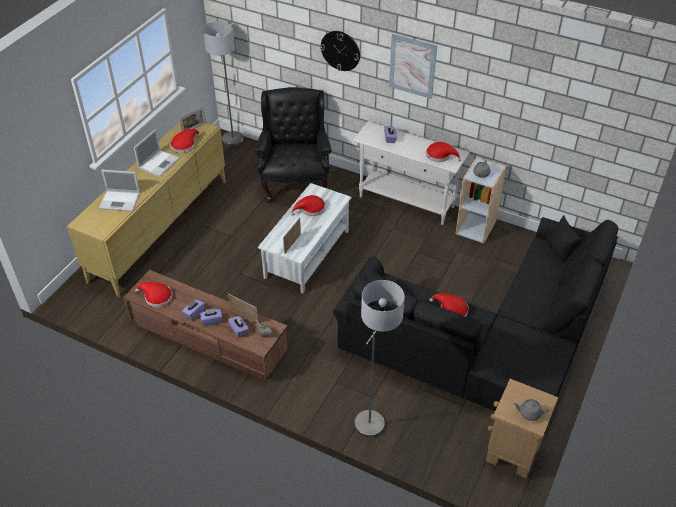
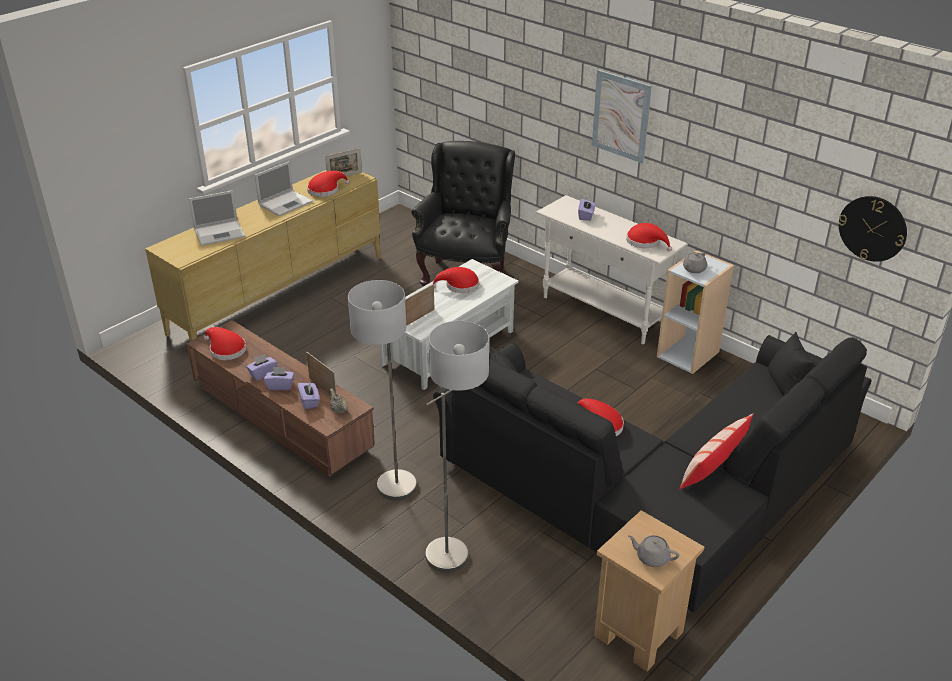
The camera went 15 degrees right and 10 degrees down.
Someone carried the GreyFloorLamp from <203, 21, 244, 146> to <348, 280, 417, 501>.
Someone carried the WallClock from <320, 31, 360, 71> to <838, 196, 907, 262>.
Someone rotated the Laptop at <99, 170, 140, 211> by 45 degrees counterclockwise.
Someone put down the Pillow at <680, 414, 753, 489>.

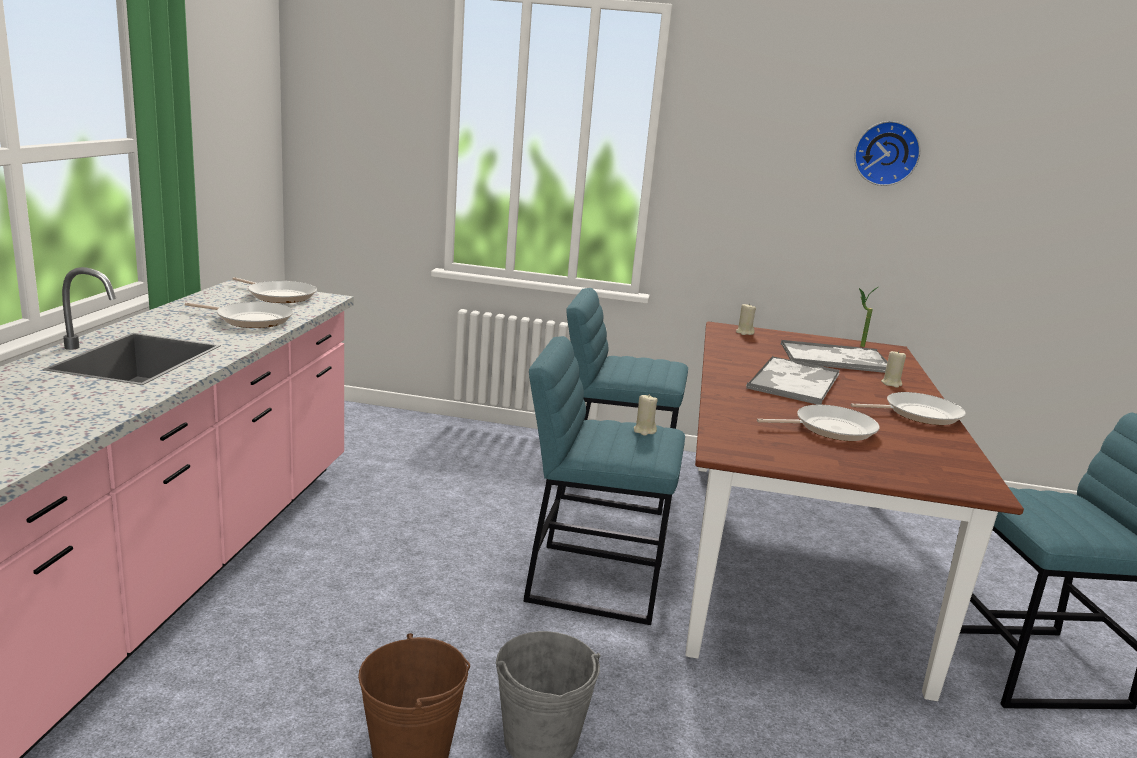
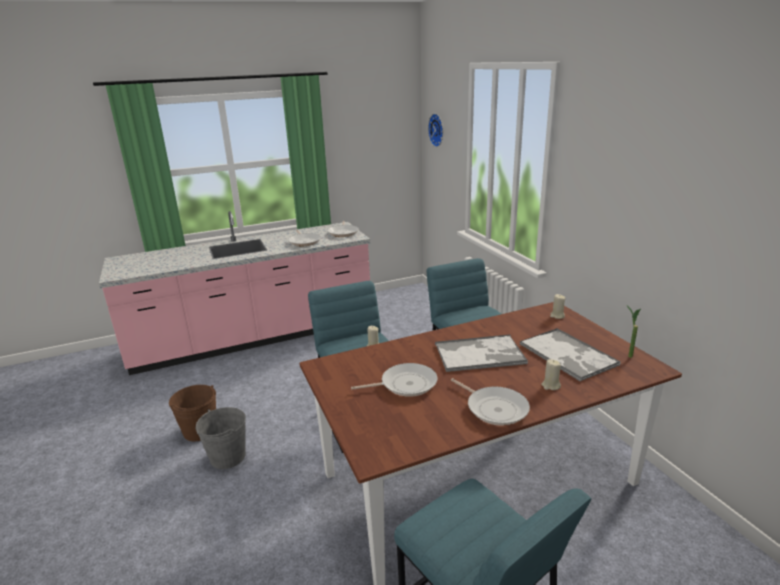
The camera went 60 degrees right and 5 degrees up.
Someone carried the WallClock from <854, 121, 921, 186> to <428, 114, 443, 147>.
Someone rotated the FryingPan at <757, 405, 879, 441> by 60 degrees counterclockwise.

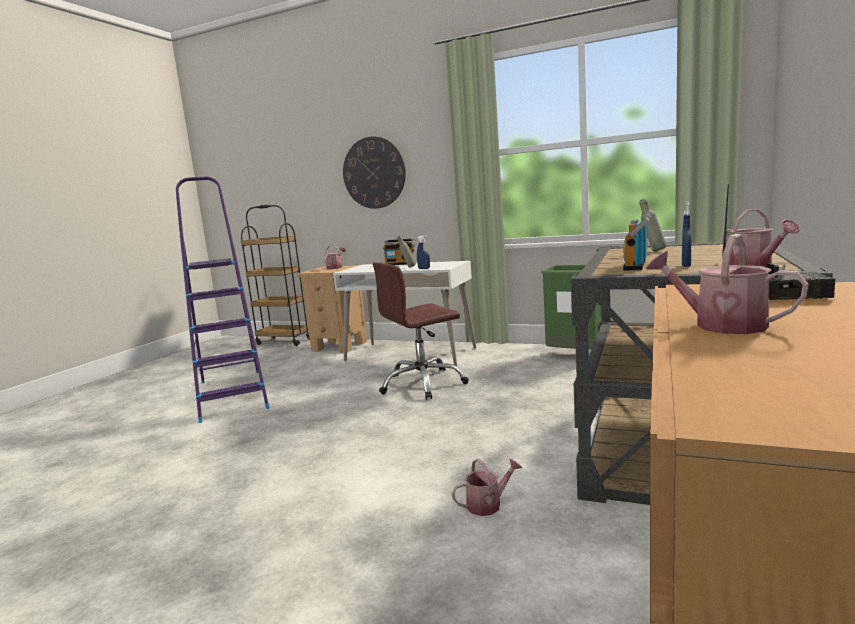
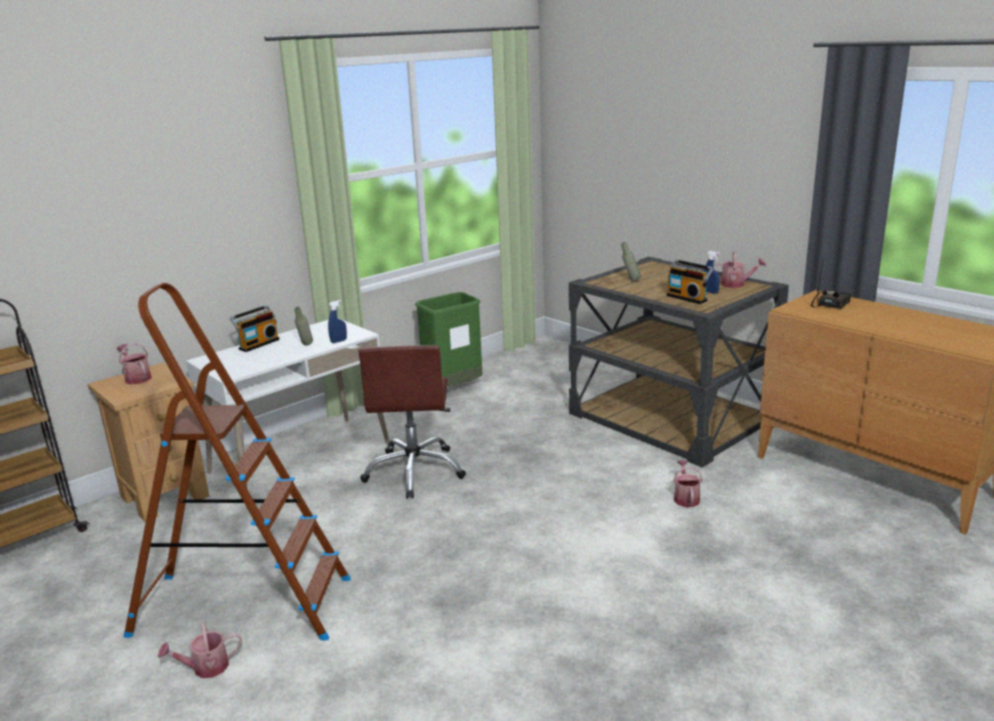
The camera went 65 degrees left and 10 degrees up.
Someone took away the WallClock at <343, 137, 406, 209>.
Someone repainted the PurpleStepLadder at <176, 177, 269, 423>, which became the BrownStepLadder at <124, 283, 351, 640>.
Someone carried the WateringCan from <646, 234, 808, 334> to <158, 623, 242, 678>.

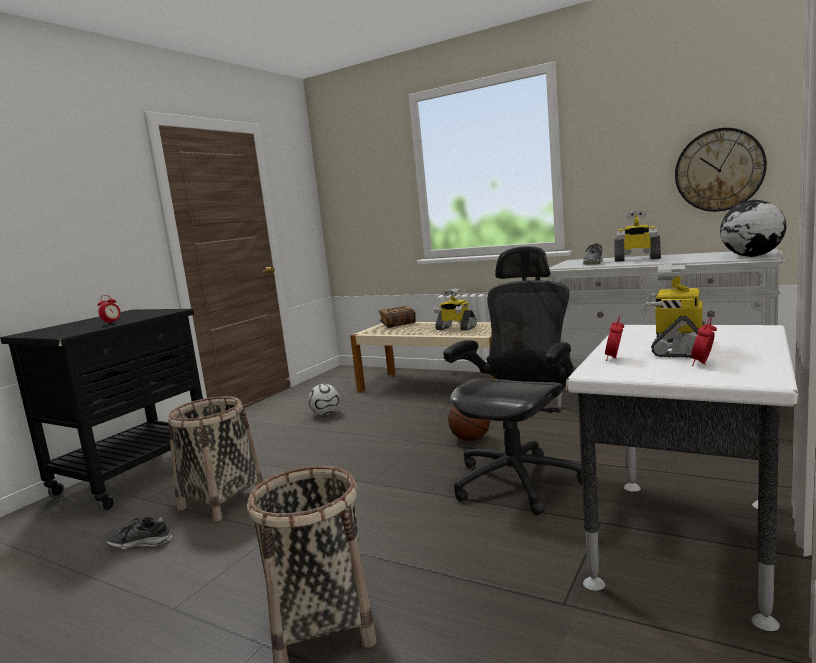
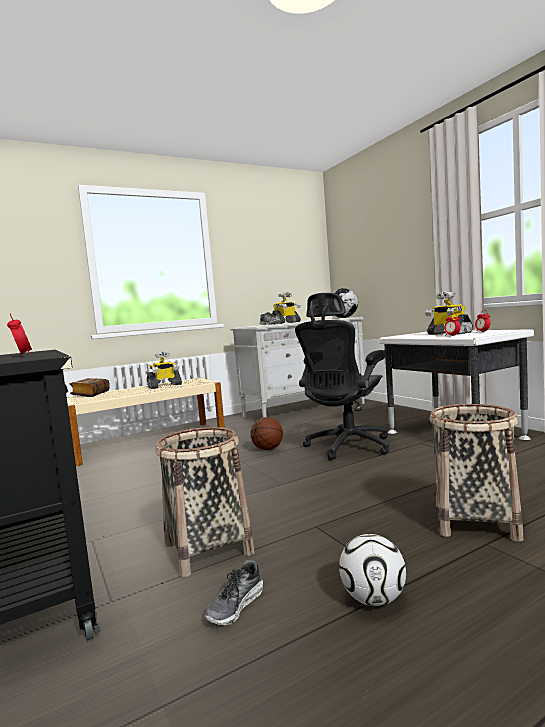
The camera went 60 degrees left and 5 degrees down.
Someone took away the WallClock at <675, 128, 767, 212>.
Someone rotated the OfficeChair at <444, 246, 582, 515> by 120 degrees counterclockwise.
Someone carried the Football from <308, 384, 340, 415> to <339, 534, 406, 606>.

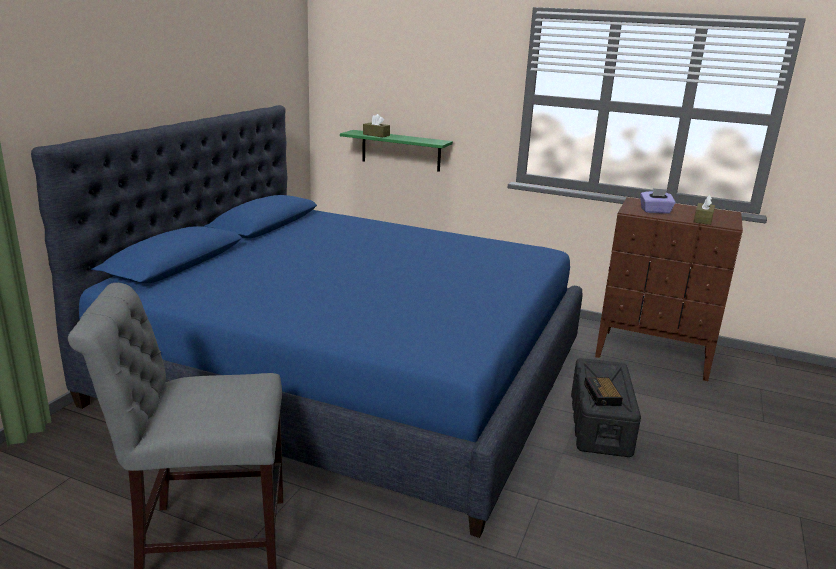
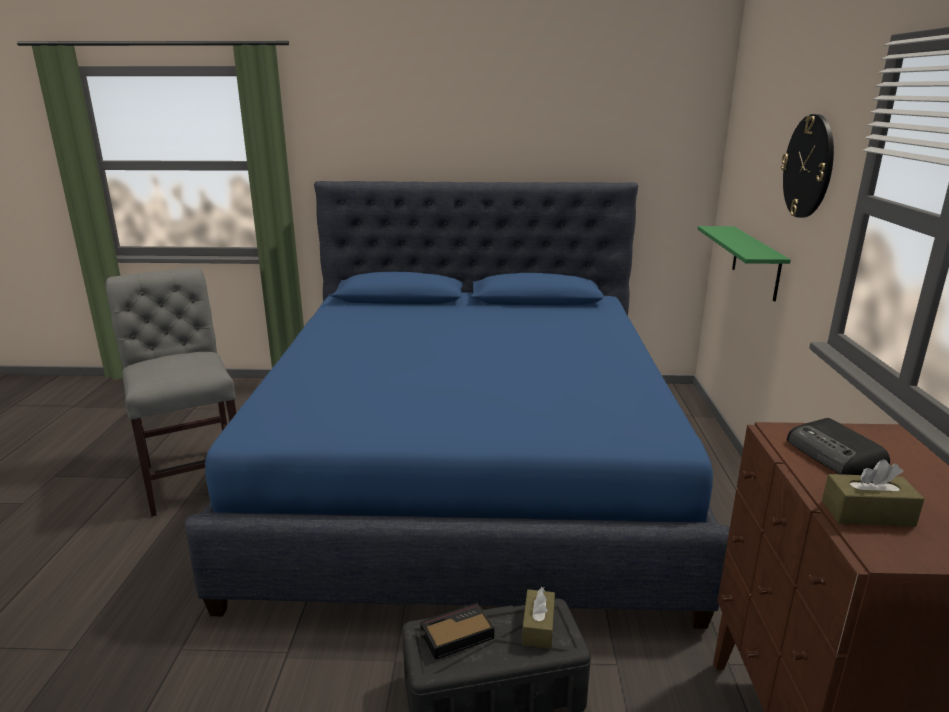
The camera went 70 degrees right and 0 degrees up.
Someone carried the BrownTissueBox from <363, 114, 390, 137> to <522, 587, 555, 649>.
Someone swapped the PurpleTissueBox at <640, 188, 676, 214> for the Radio at <787, 418, 890, 475>.
Someone put up the WallClock at <781, 114, 834, 218>.

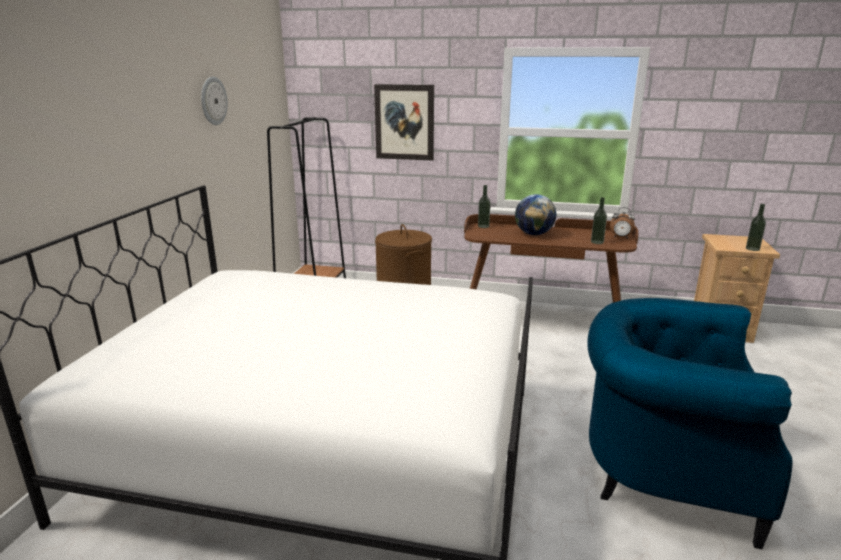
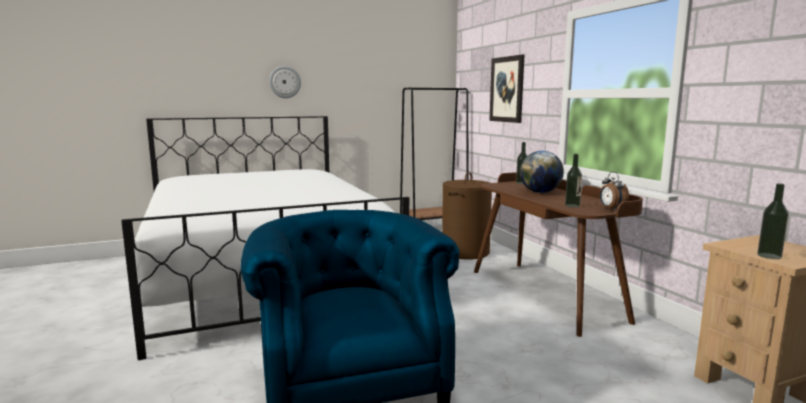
The camera went 55 degrees right and 10 degrees down.
Someone carried the WallClock from <201, 77, 228, 125> to <269, 66, 301, 98>.

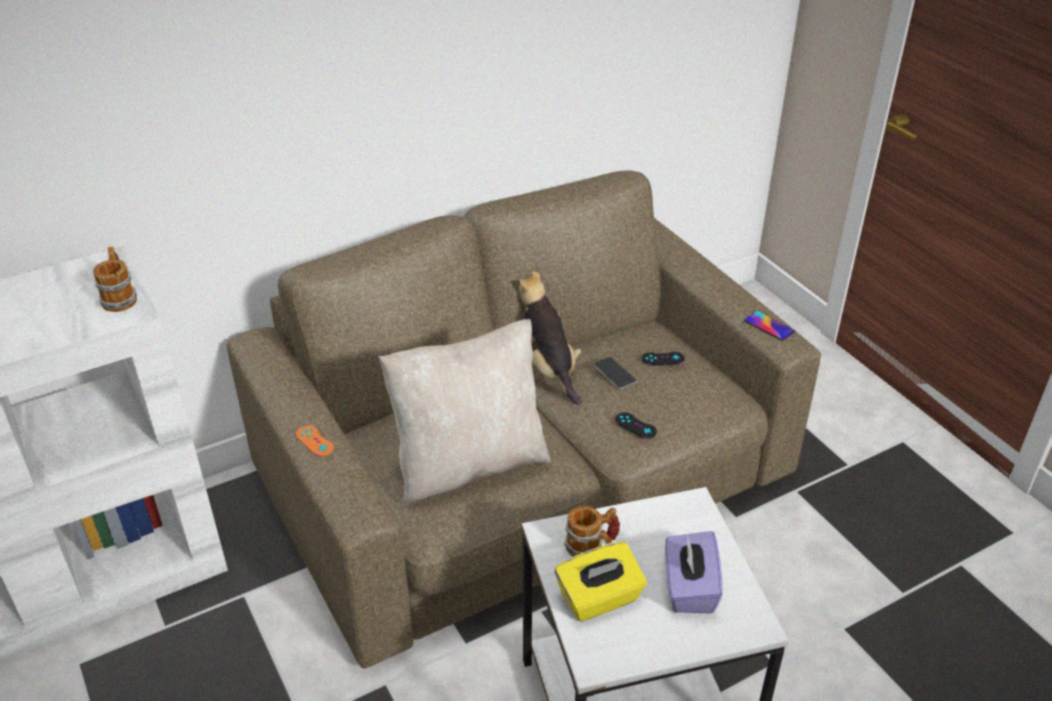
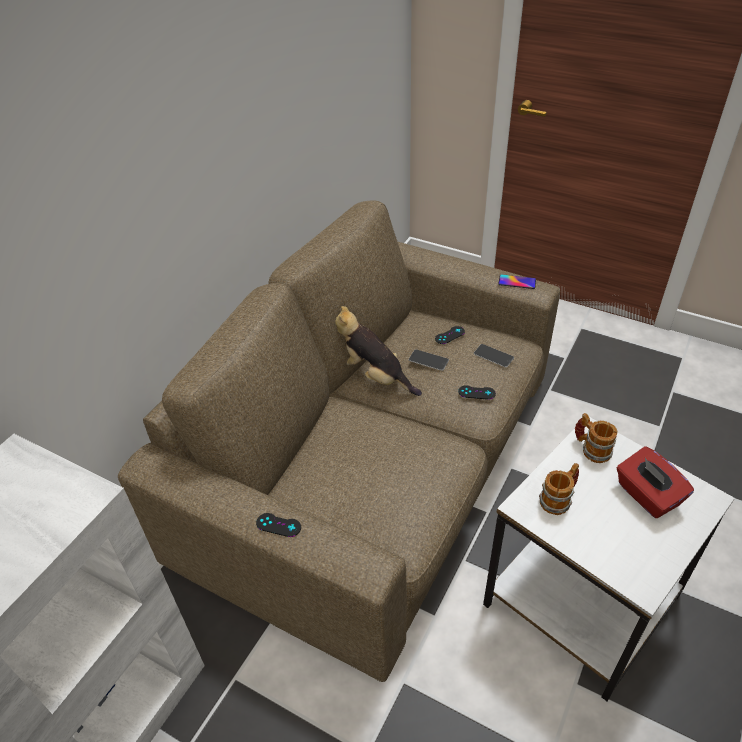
The camera went 30 degrees left and 5 degrees up.
Someone carried the Mug from <93, 247, 137, 312> to <575, 413, 618, 463>.
Someone took away the BeigePillow at <379, 319, 551, 503>.
Someone repainted the OrangeGameController at <296, 426, 334, 456>, which became the BlackGameController at <256, 513, 301, 537>.
Someone repainted the PurpleTissueBox at <665, 531, 723, 613>, which became the RedTissueBox at <617, 446, 694, 518>.
Someone took away the YellowTissueBox at <555, 542, 647, 622>.
Someone put down the Phone at <474, 344, 514, 367>.

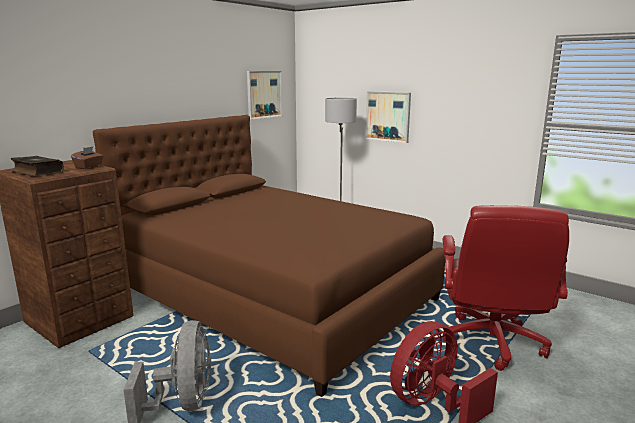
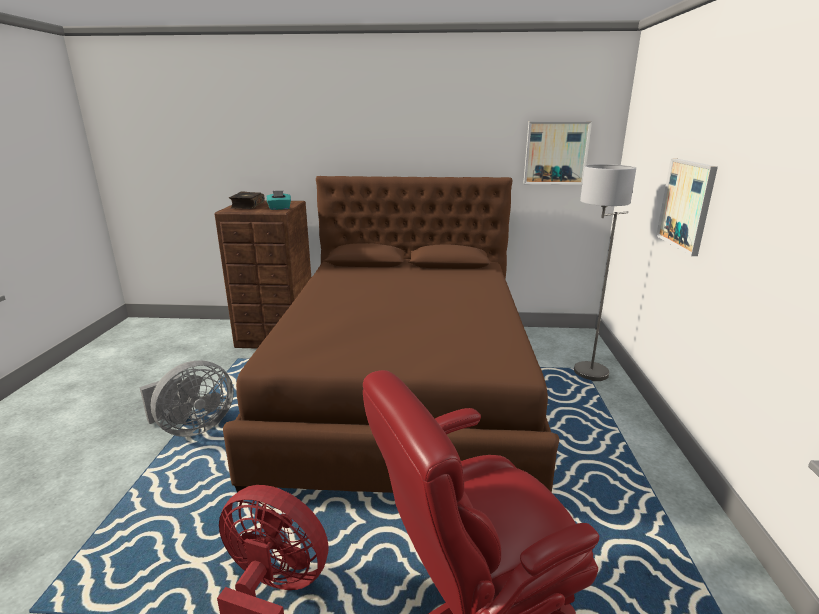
The camera went 55 degrees right and 5 degrees up.
Someone repainted the BrownTissueBox at <71, 147, 103, 169>, which became the TurquoiseTissueBox at <267, 191, 291, 210>.

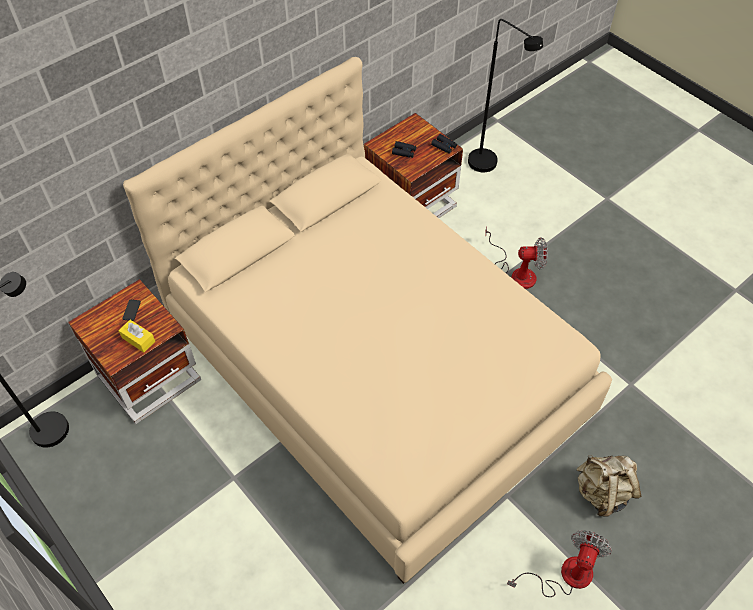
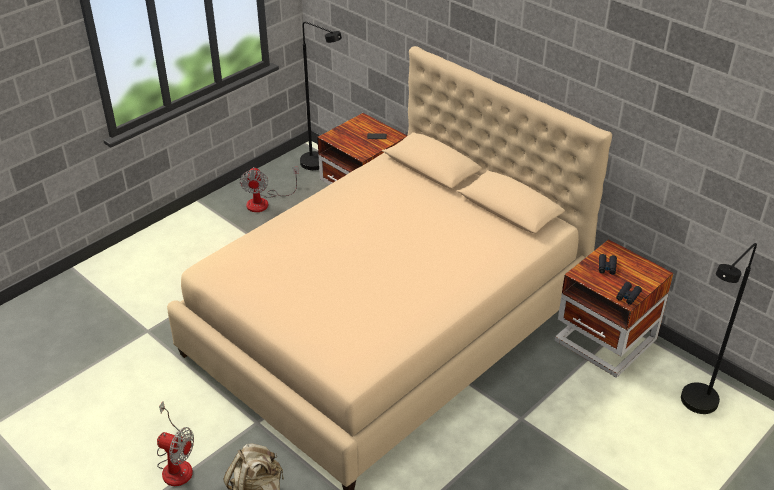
The camera went 85 degrees right and 15 degrees down.
Someone carried the Fan from <485, 226, 548, 289> to <239, 167, 299, 212>.
Someone took away the YellowTissueBox at <119, 320, 155, 352>.

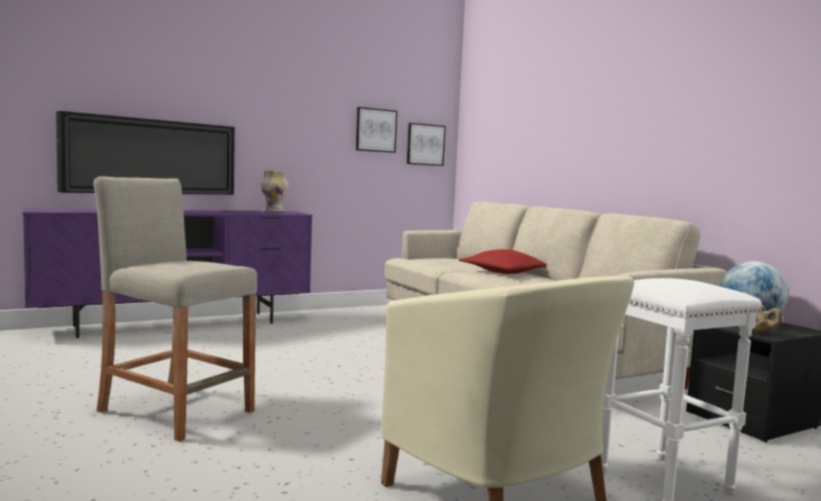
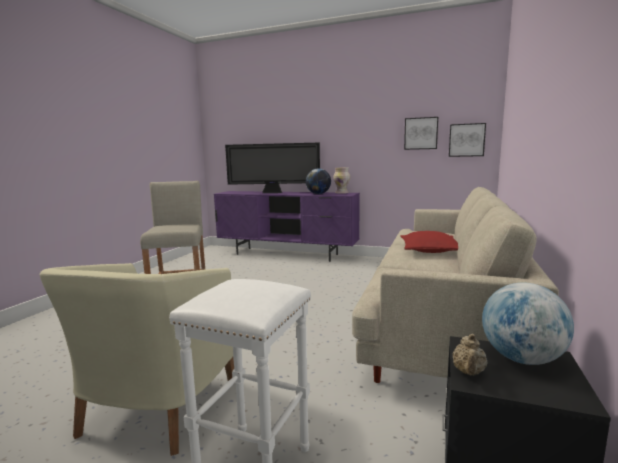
The camera went 50 degrees right and 5 degrees up.
Someone put down the Globe at <306, 168, 331, 194>.

